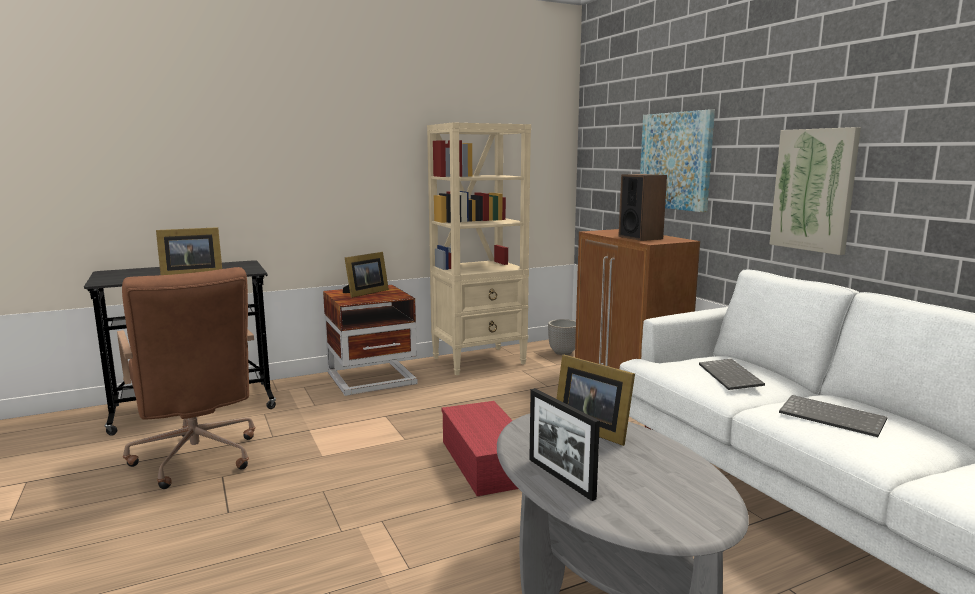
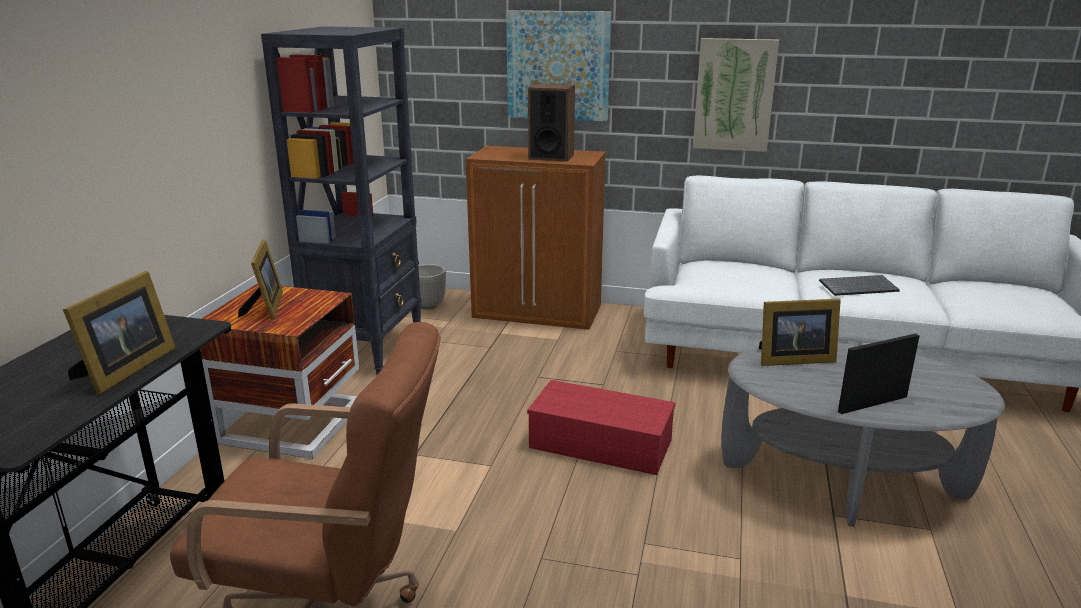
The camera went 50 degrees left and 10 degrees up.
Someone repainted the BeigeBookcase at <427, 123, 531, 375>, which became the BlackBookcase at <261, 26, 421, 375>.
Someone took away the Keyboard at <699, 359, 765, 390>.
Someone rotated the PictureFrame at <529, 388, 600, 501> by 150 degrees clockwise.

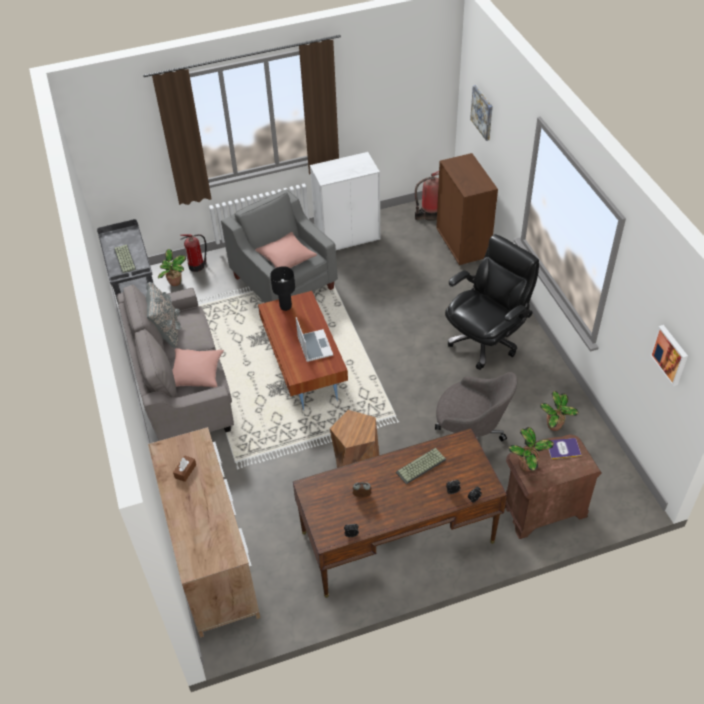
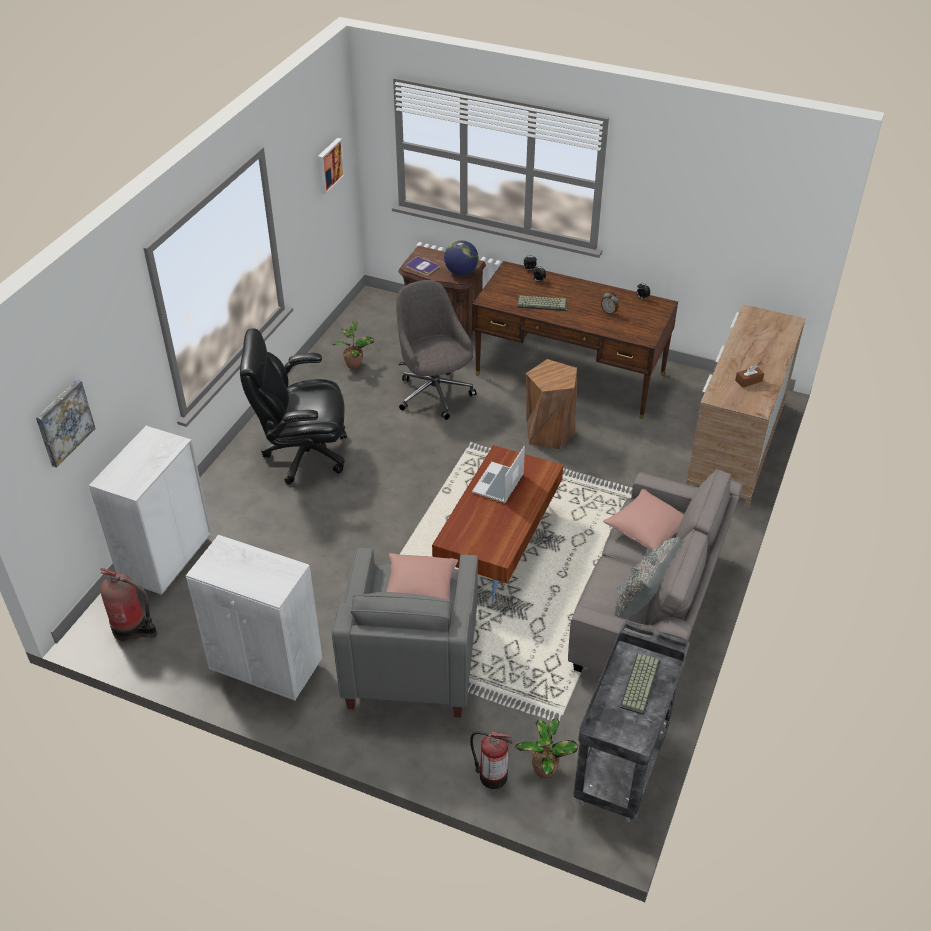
The camera went 140 degrees left and 5 degrees down.
Someone repainted the BrownCabinet at <436, 153, 498, 265>, which became the WhiteCabinet at <89, 426, 212, 595>.
Someone took away the BlackTableLamp at <270, 266, 295, 311>.
Someone swapped the PottedPlant at <508, 427, 554, 471> for the Globe at <444, 240, 479, 275>.

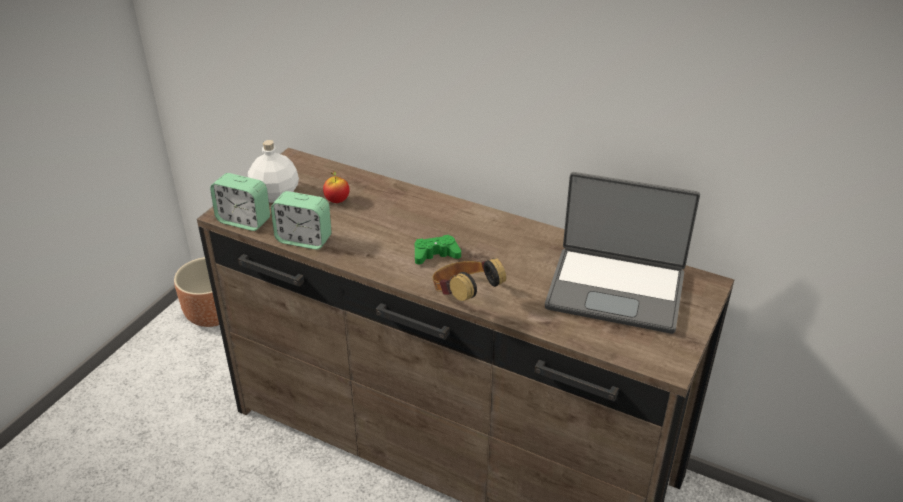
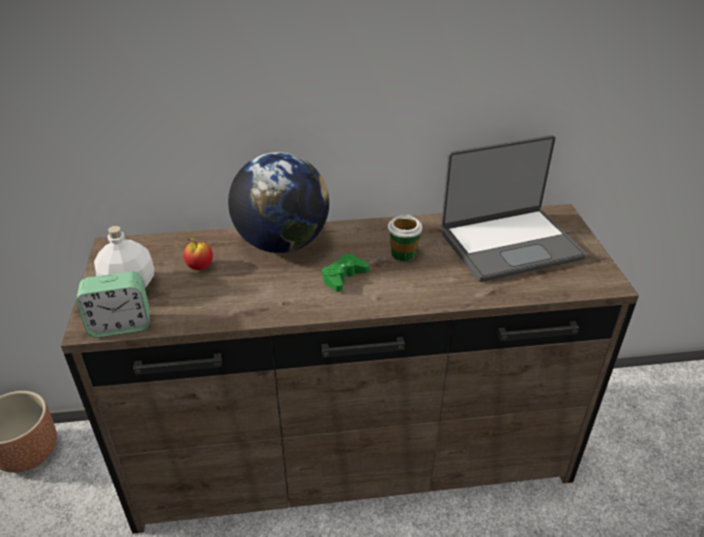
The camera went 35 degrees left and 0 degrees up.
Someone took away the AlarmClock at <271, 191, 332, 250>.
Someone took away the Headphones at <432, 258, 506, 301>.
Someone put down the Globe at <228, 152, 329, 253>.
Someone put down the Cup at <388, 214, 422, 261>.

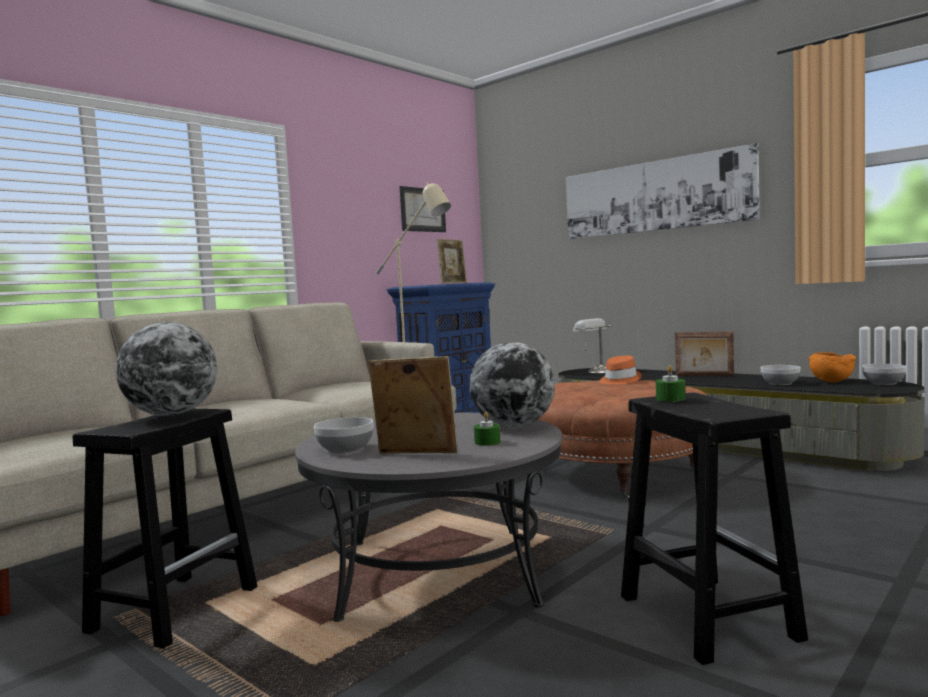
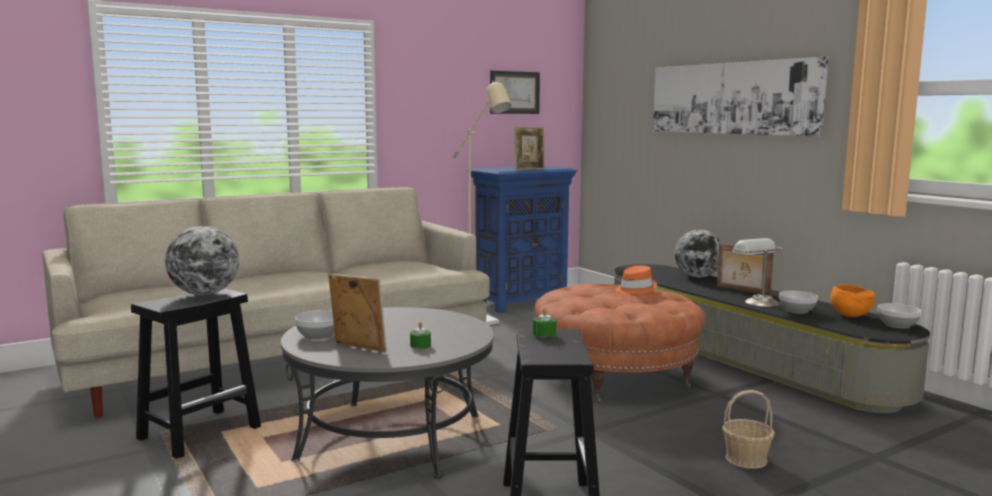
The camera went 15 degrees right and 5 degrees up.
Someone carried the WhiteTableLamp from <573, 318, 613, 373> to <733, 238, 784, 307>.
Someone carried the Globe from <469, 342, 555, 428> to <675, 230, 722, 277>.
Someone put down the Basket at <722, 390, 775, 469>.

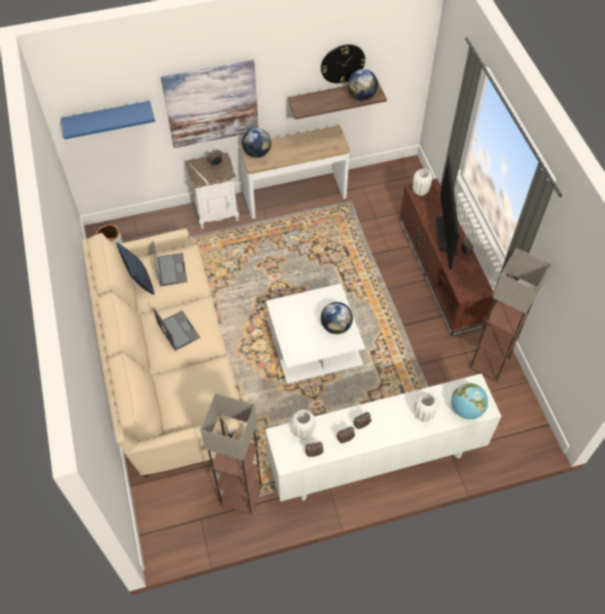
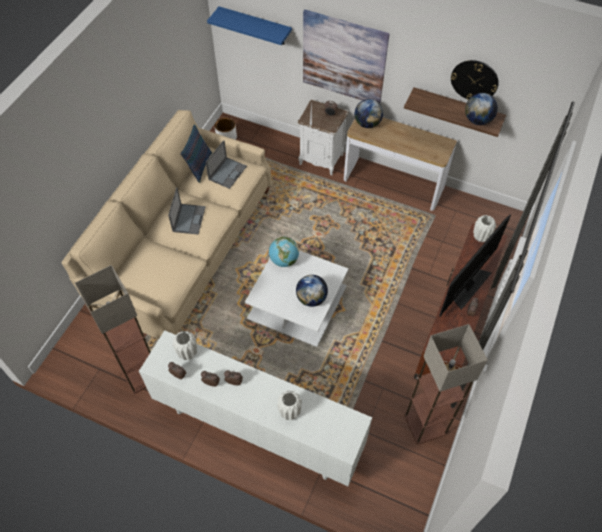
The camera went 40 degrees right and 0 degrees up.
Someone carried the Globe from <451, 383, 488, 419> to <269, 236, 299, 267>.

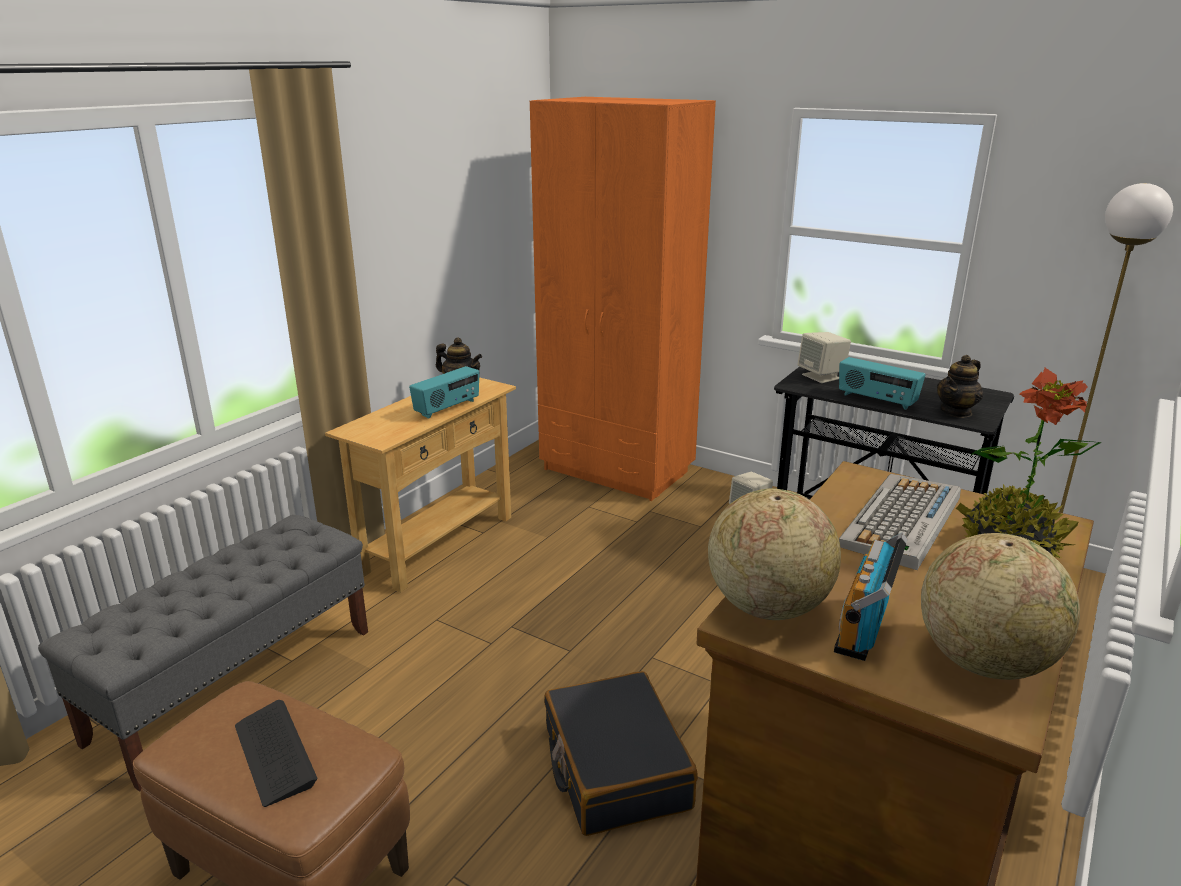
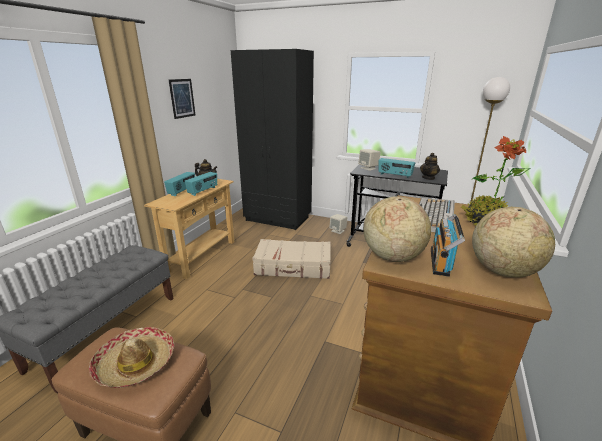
The camera went 10 degrees left and 0 degrees up.
Someone repainted the OrangeWardrobe at <530, 97, 716, 501>, which became the BlackWardrobe at <231, 49, 314, 230>.
Someone took away the BlackSuitcase at <544, 671, 698, 836>.
Someone swapped the Keyboard at <235, 700, 317, 807> for the Hat at <89, 327, 175, 388>.
Someone put up the Picture at <169, 79, 195, 119>.
Someone put down the Radio at <164, 172, 195, 196>.
Someone put down the BeigeSuitcase at <252, 239, 331, 279>.

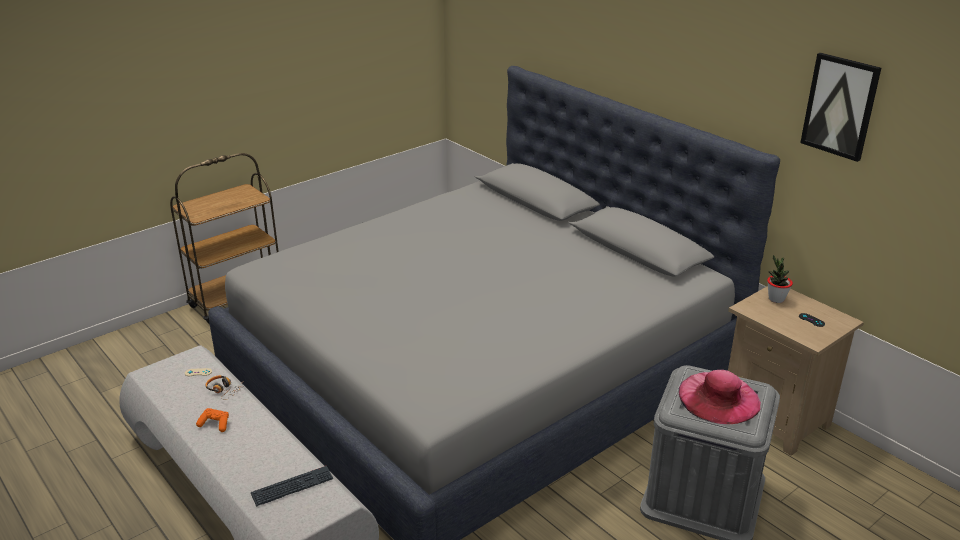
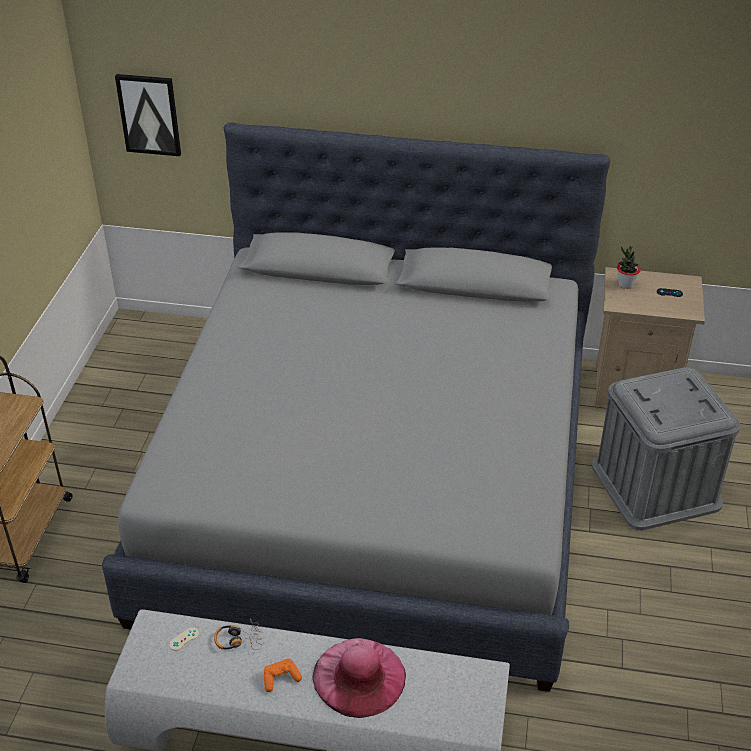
The camera went 40 degrees left and 10 degrees up.
Someone carried the Picture from <800, 53, 881, 162> to <115, 74, 181, 156>.
Someone carried the PinkHat from <679, 370, 761, 424> to <313, 638, 406, 718>.
Someone took away the Keyboard at <251, 466, 334, 507>.

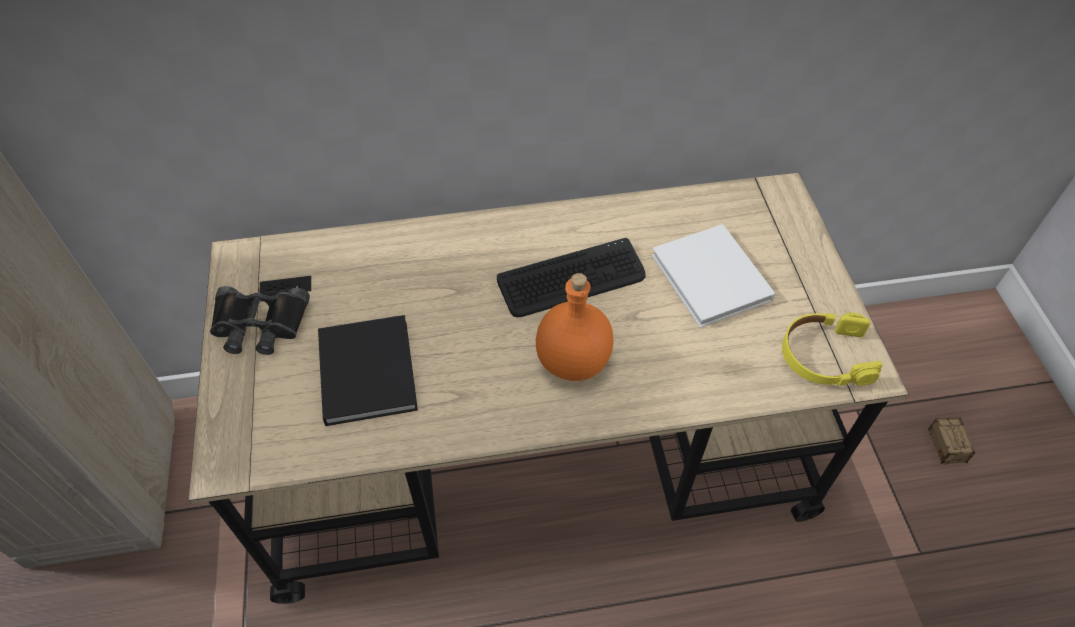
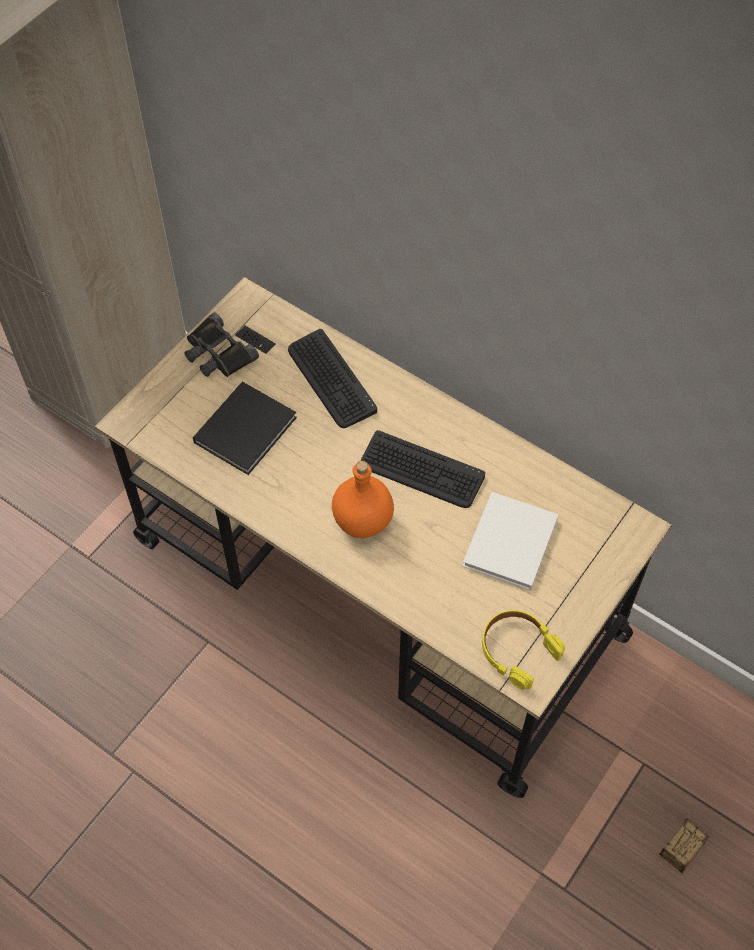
The camera went 45 degrees right and 5 degrees up.
Someone put down the Keyboard at <288, 329, 377, 428>.

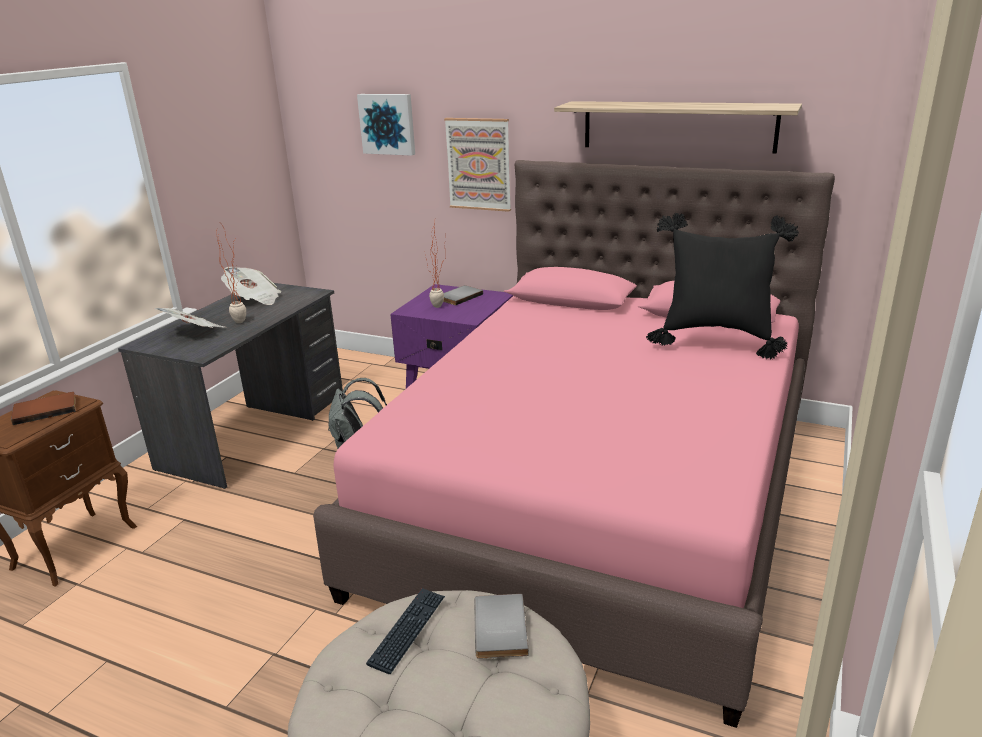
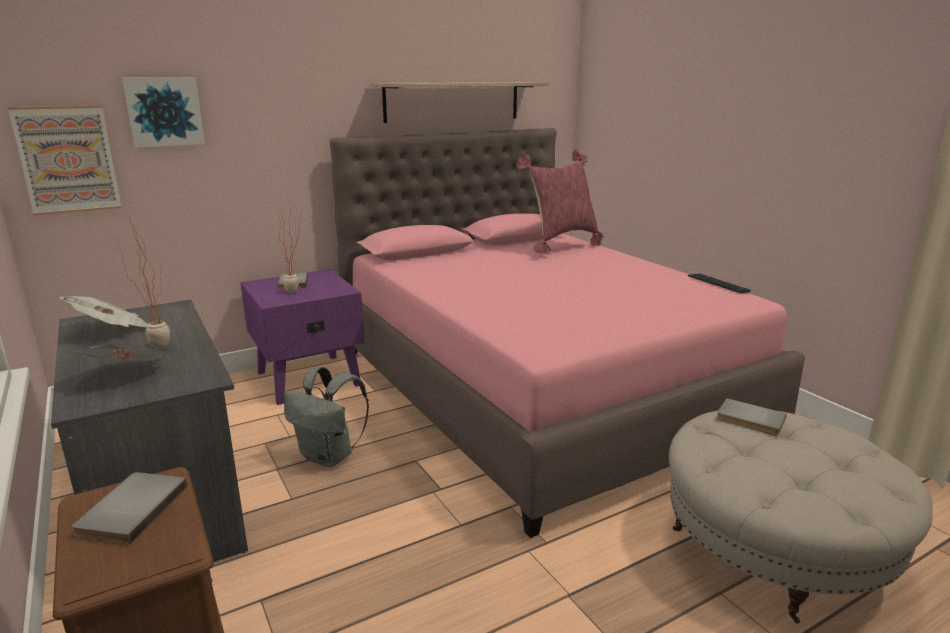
The camera went 55 degrees left and 5 degrees down.
Someone carried the Picture from <444, 118, 511, 212> to <8, 105, 121, 215>.
Someone repainted the BlackPillow at <646, 213, 799, 360>, which became the RedPillow at <517, 149, 604, 254>.
Someone repainted the BrownBook at <11, 392, 76, 425>, which became the GreyBook at <72, 472, 188, 545>.
Someone carried the Keyboard from <366, 588, 445, 674> to <688, 273, 751, 293>.

